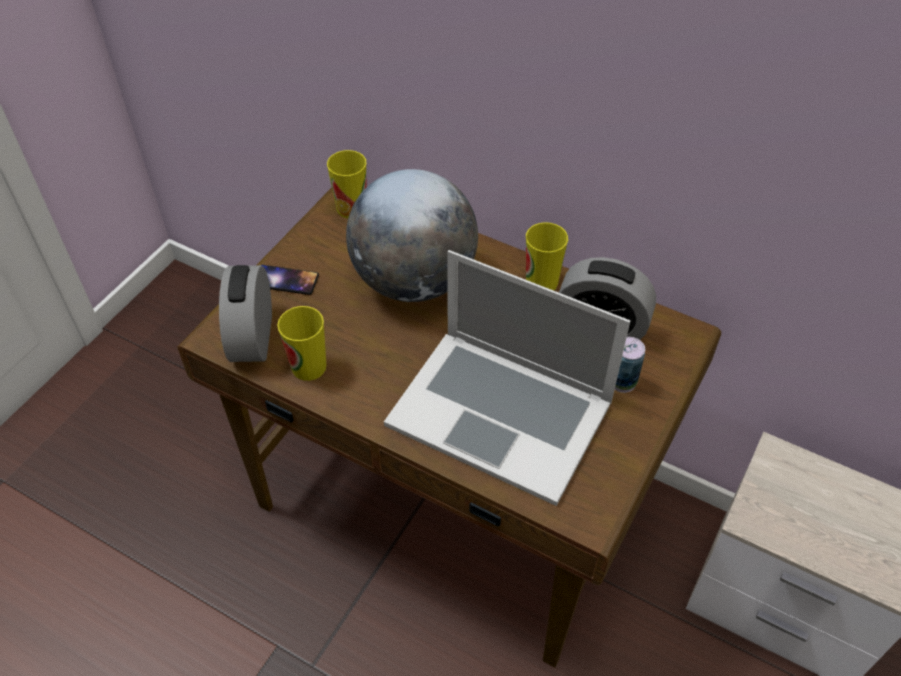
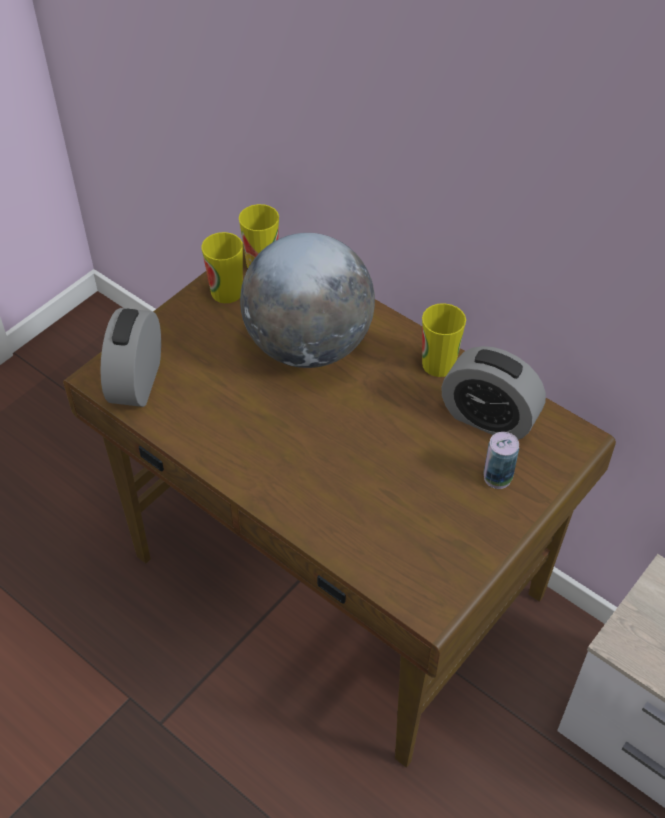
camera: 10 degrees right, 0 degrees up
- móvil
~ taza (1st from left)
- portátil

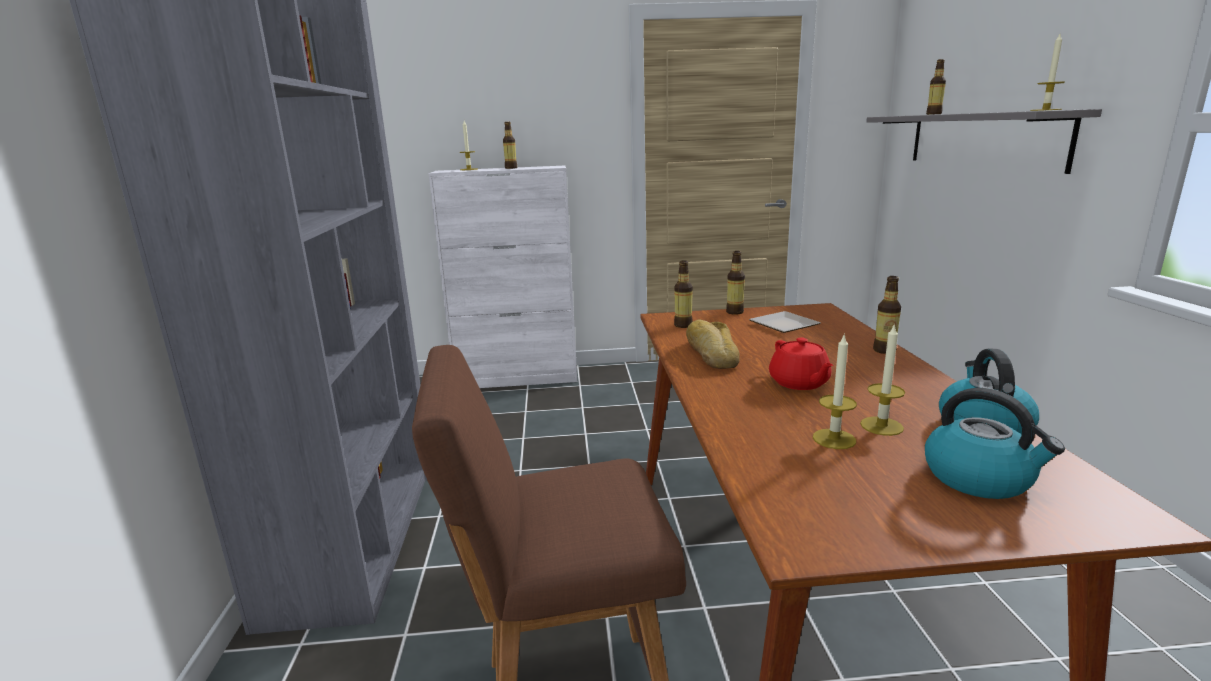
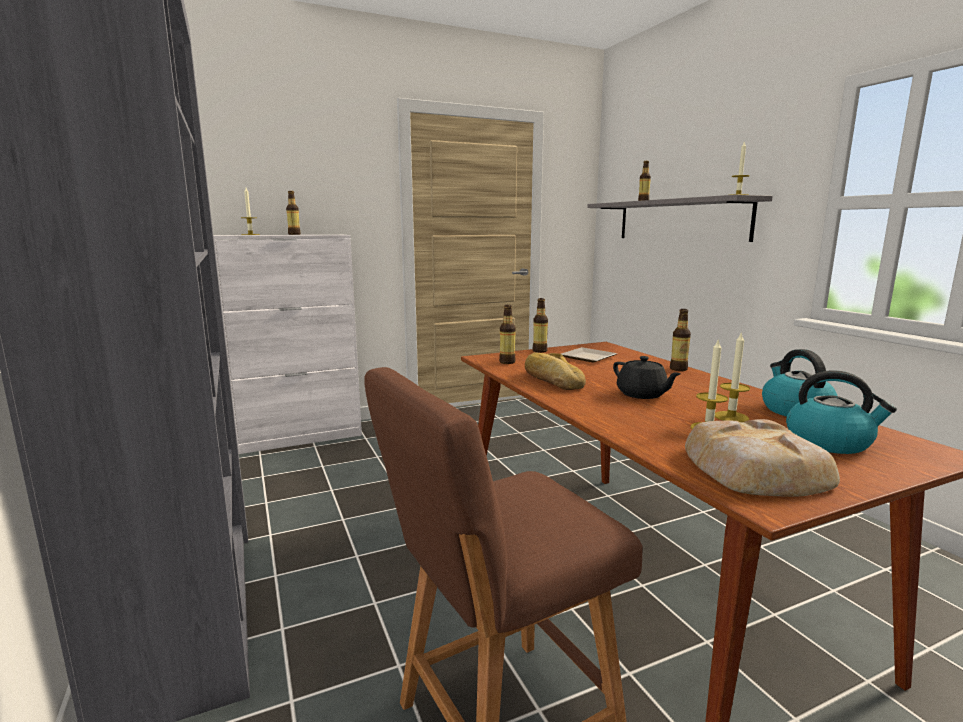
camera: 20 degrees left, 5 degrees down
~ tetera [rojo] to tetera [negro]
+ pan (2nd from left)

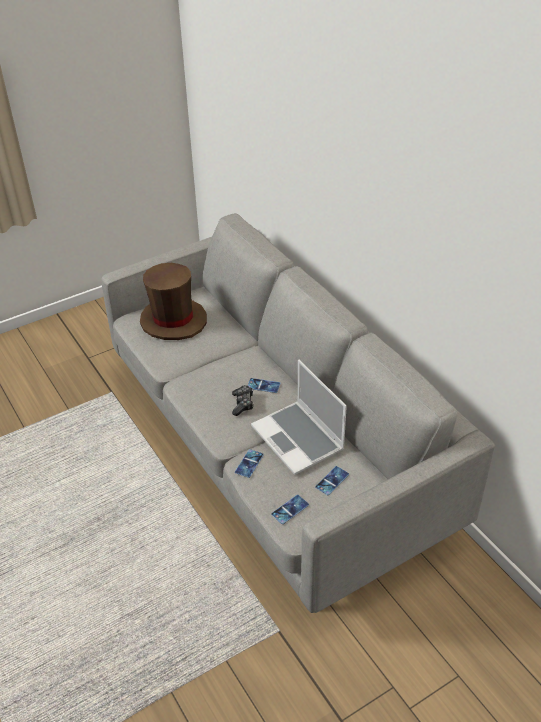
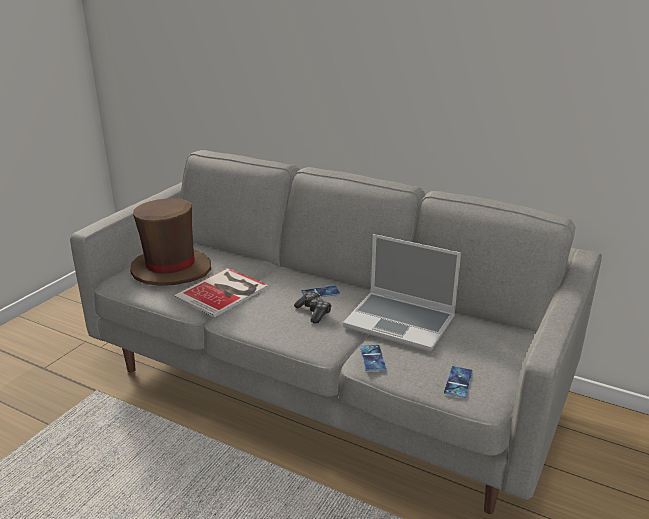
camera: 30 degrees left, 15 degrees down
- móvil (4th from left)
+ libro

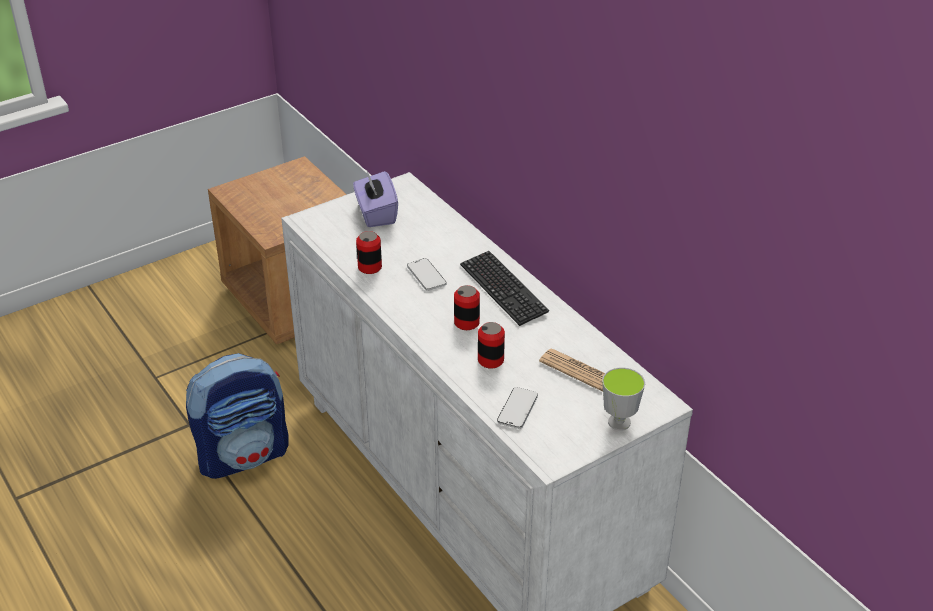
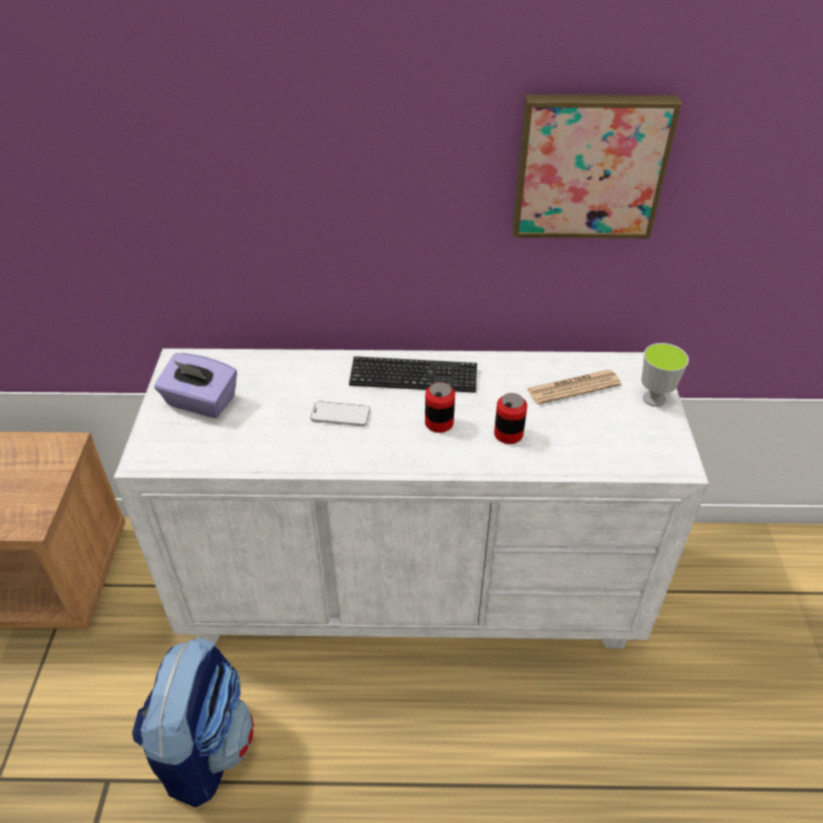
camera: 55 degrees left, 5 degrees up
- lata (1st from left)
- móvil (2nd from left)
+ cuadro

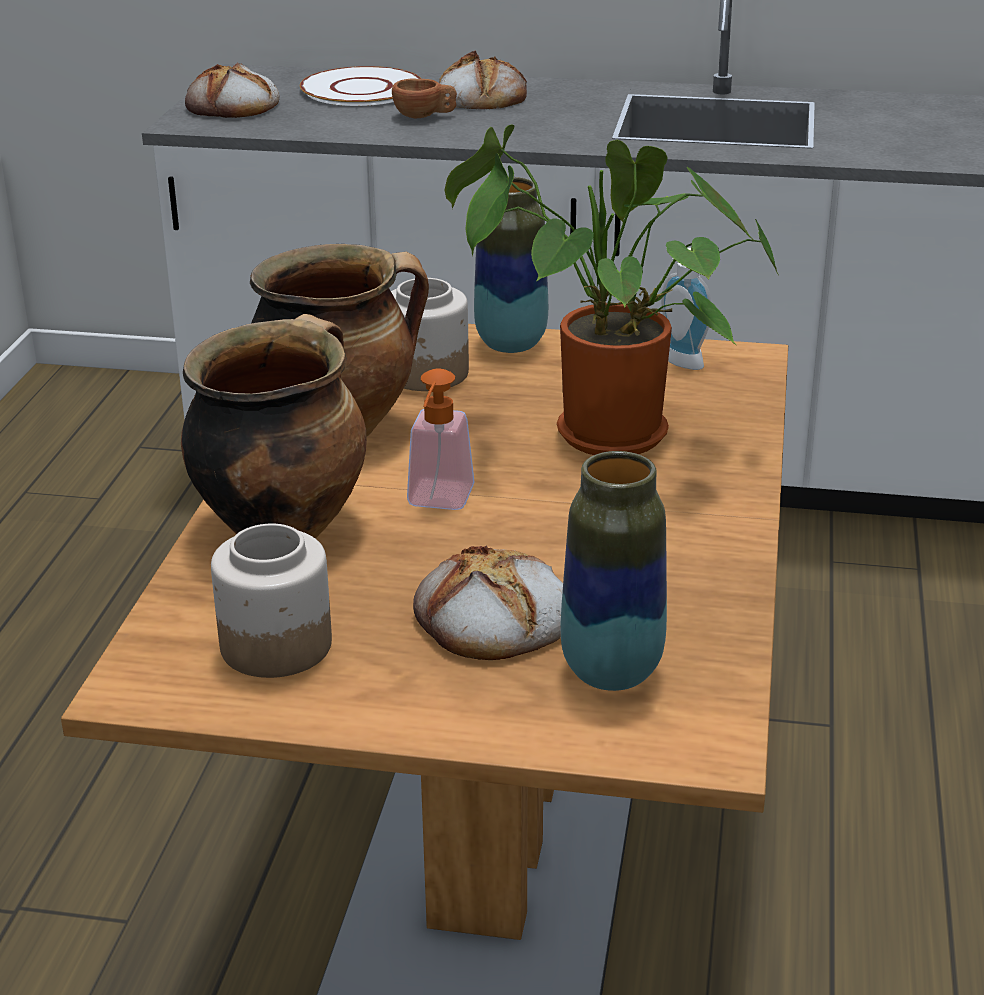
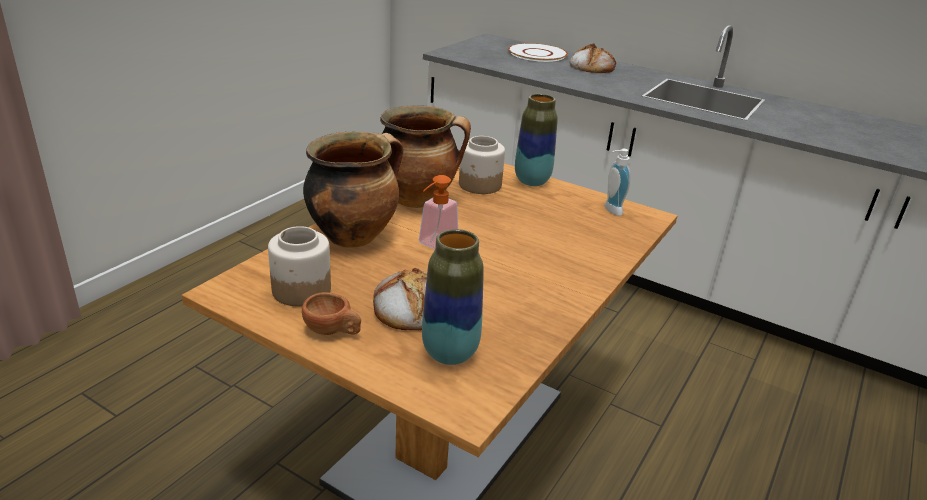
camera: 20 degrees right, 0 degrees up
- pan (1st from left)
~ taza [marrón]
- planta en maceta

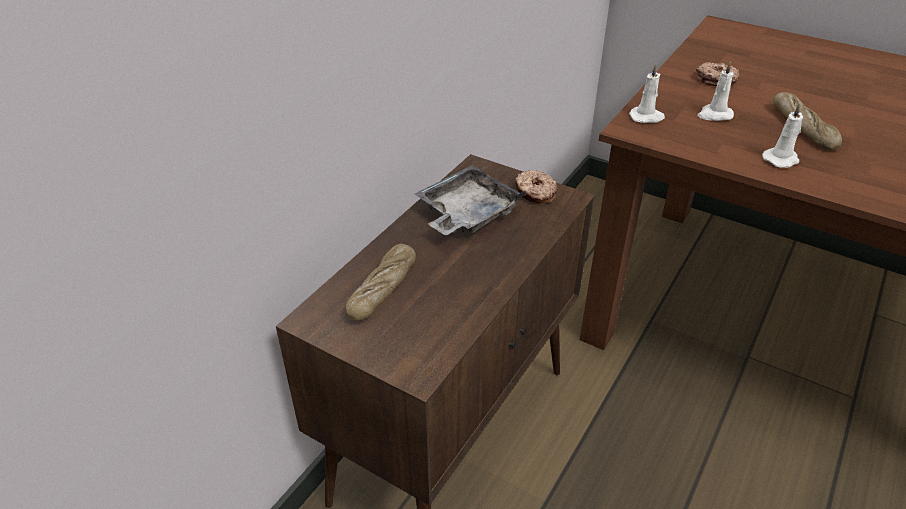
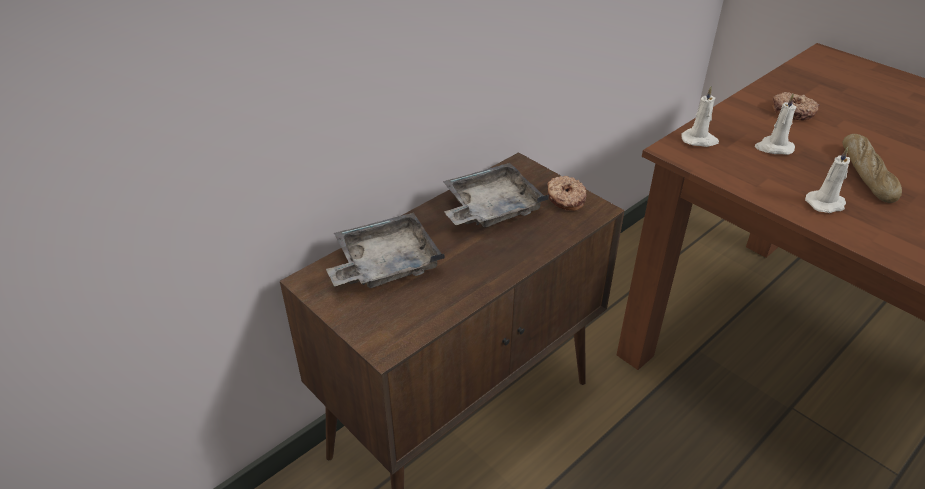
camera: 15 degrees right, 0 degrees up
~ pan (1st from left) to bandeja [gris] (1st from left)

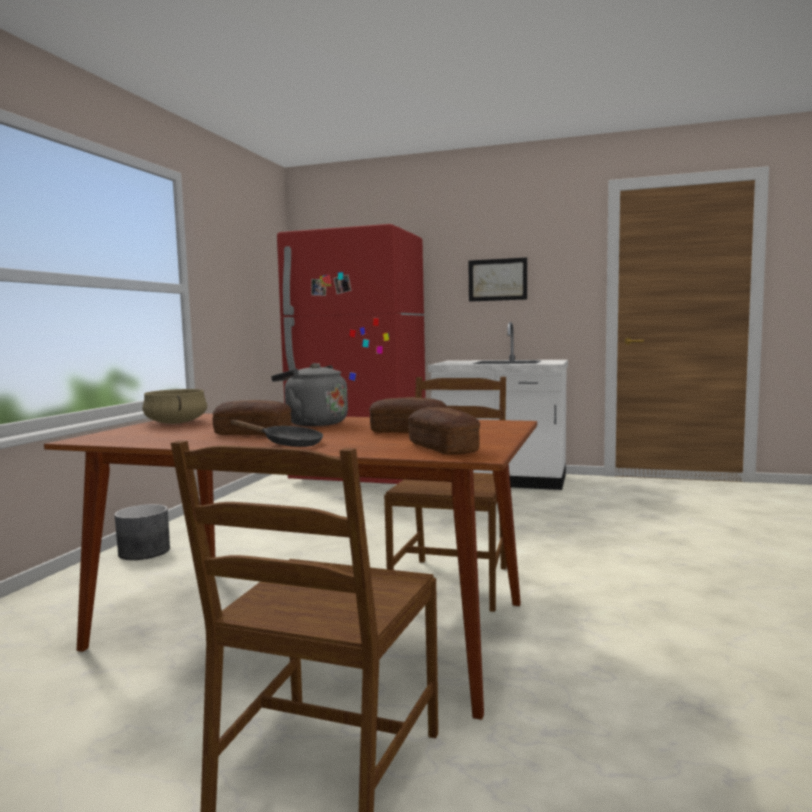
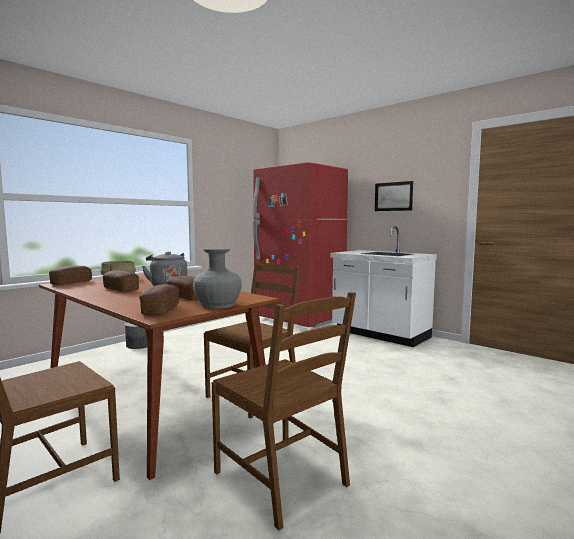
camera: 25 degrees right, 0 degrees up
- sartén [negro]
+ pan (1st from left)
+ florero [gris]
+ silla [marrón] (3rd from left)

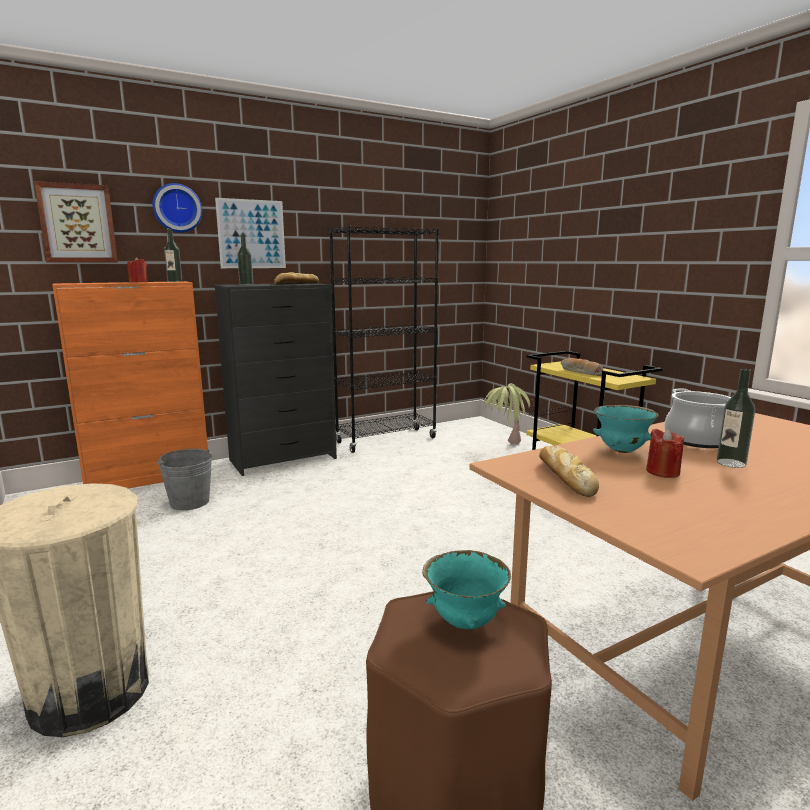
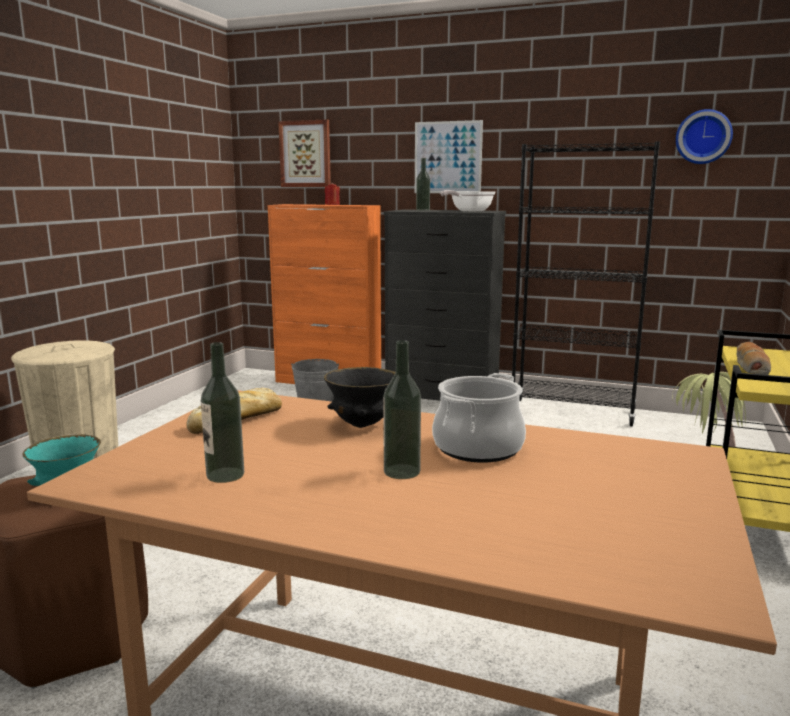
camera: 50 degrees right, 0 degrees up
~ reloj de pared
~ botella (1st from left)
~ pan (1st from left) to sartén
~ cuenco [turquesa] (2nd from left) to cuenco [negro]
- vela [rojo] (2nd from left)

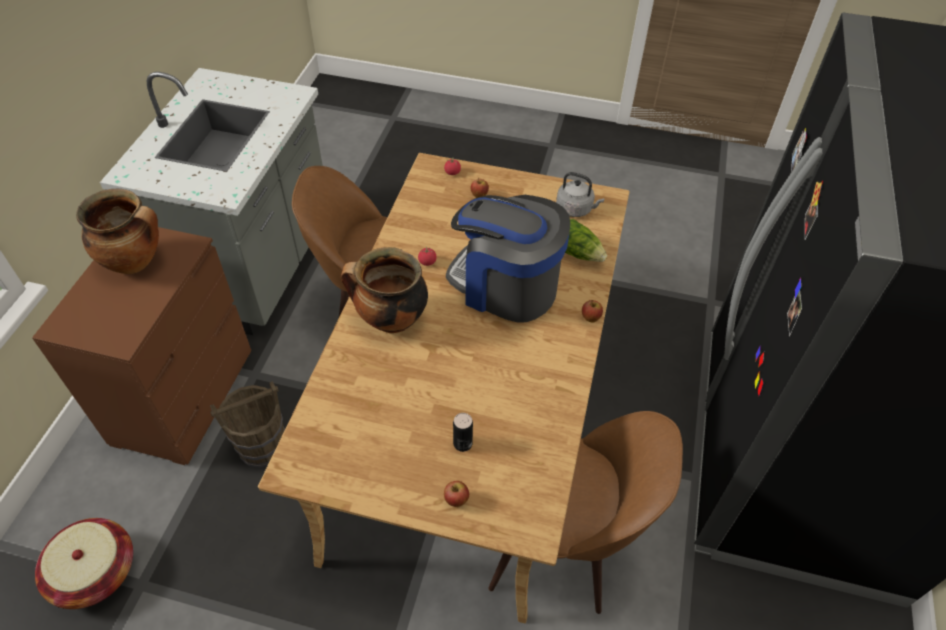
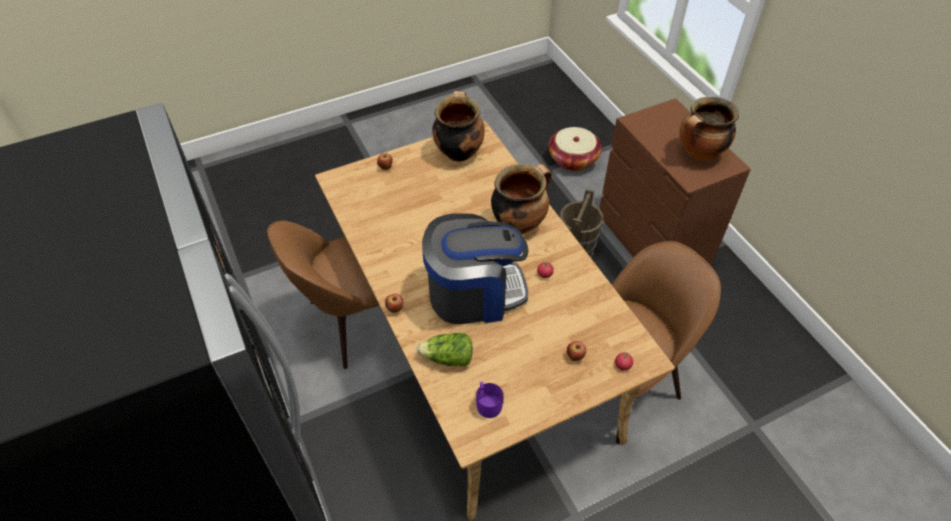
camera: 140 degrees right, 0 degrees up
- mueble bajo de cocina [gris]
- lata
~ hervidor [gris] to taza grande [morado]
+ olla (1st from left)

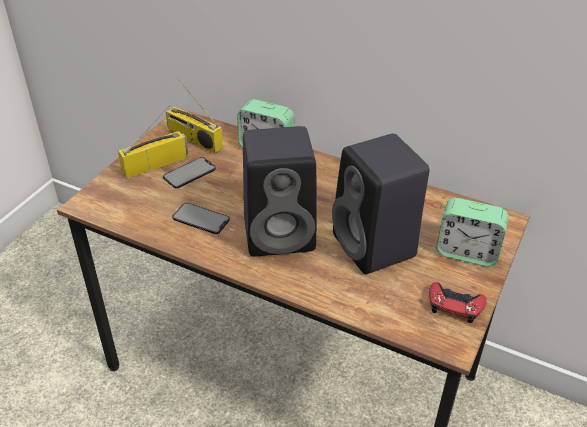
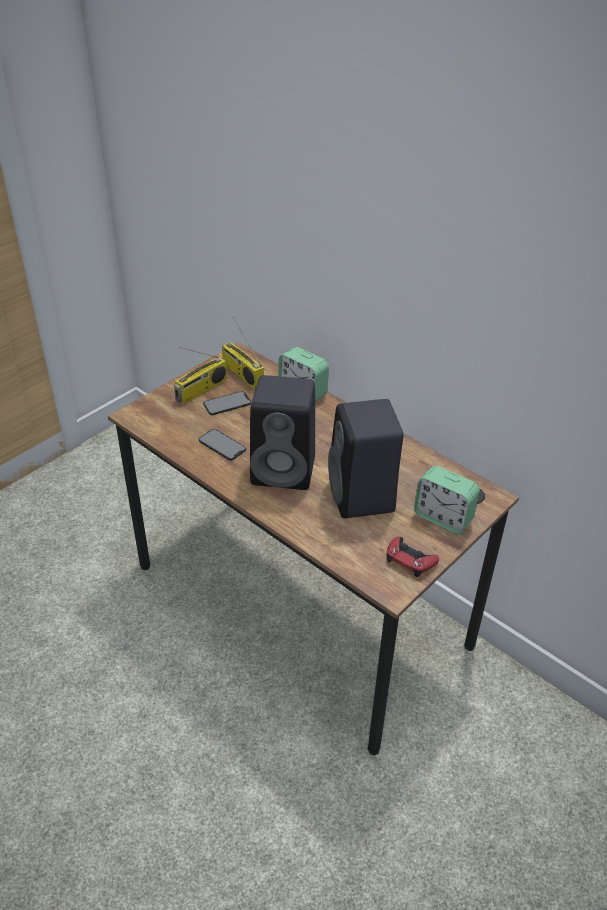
camera: 15 degrees right, 0 degrees up
~ radio (1st from left) 150 degrees clockwise

